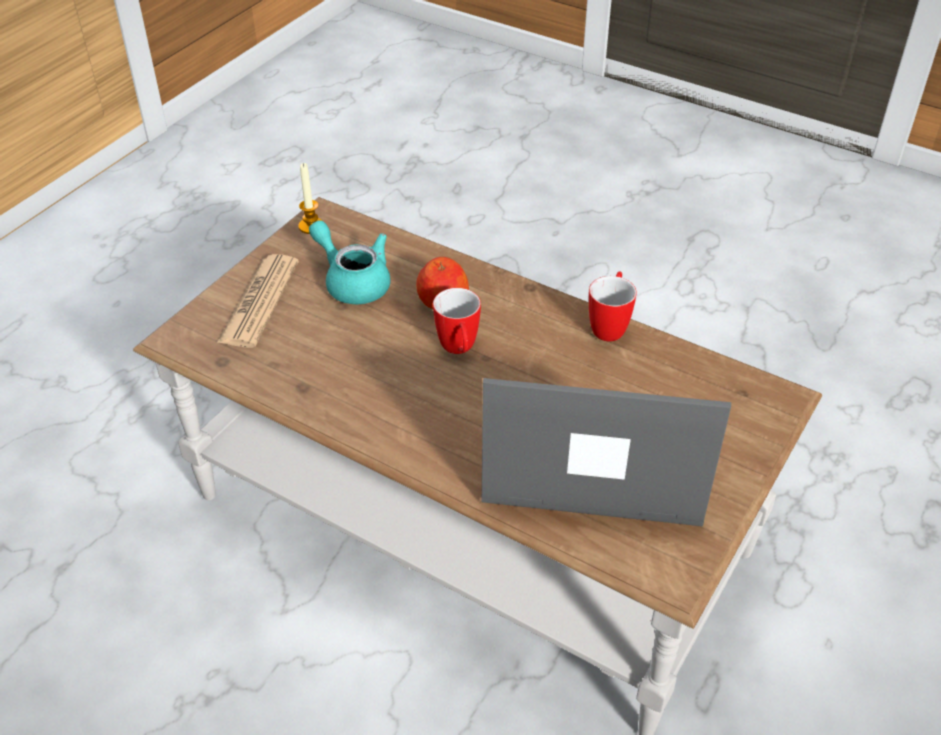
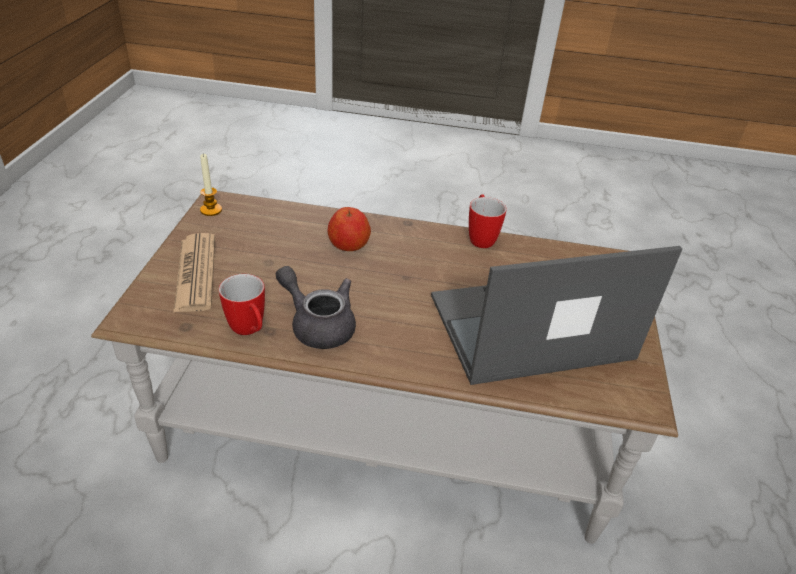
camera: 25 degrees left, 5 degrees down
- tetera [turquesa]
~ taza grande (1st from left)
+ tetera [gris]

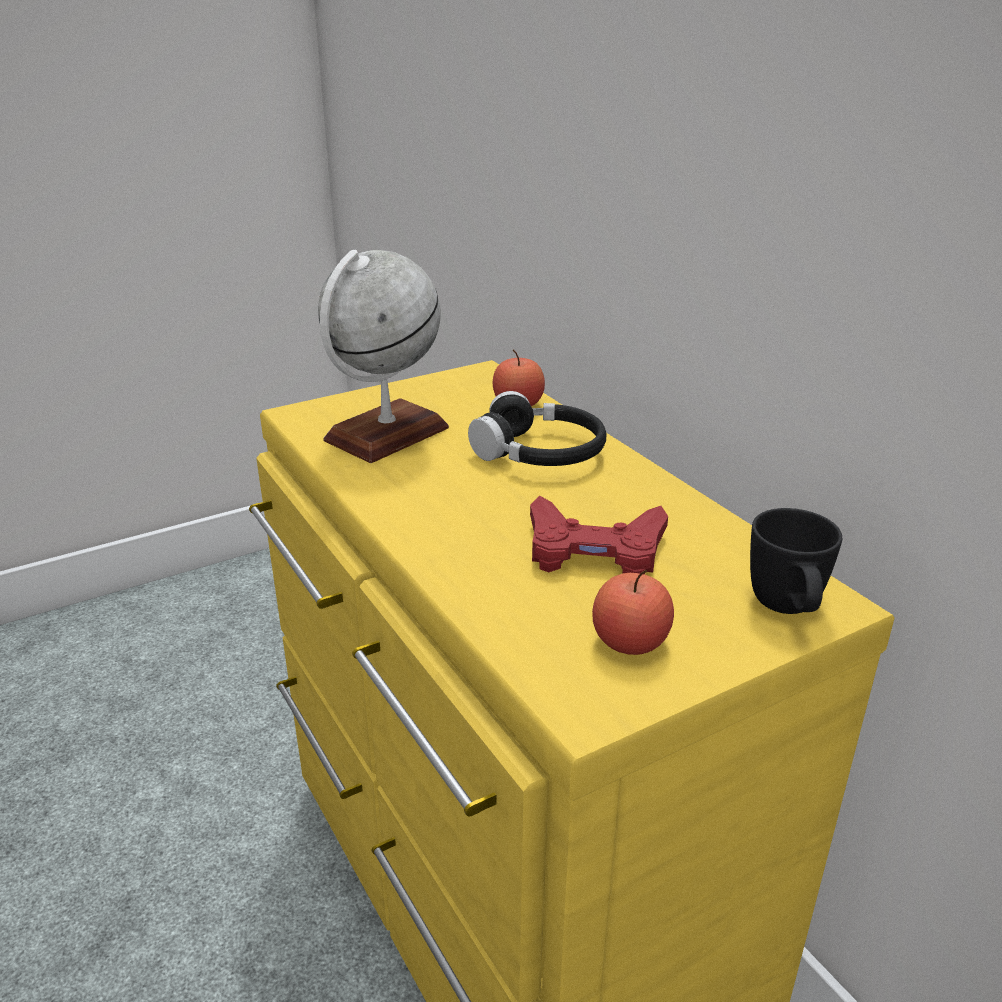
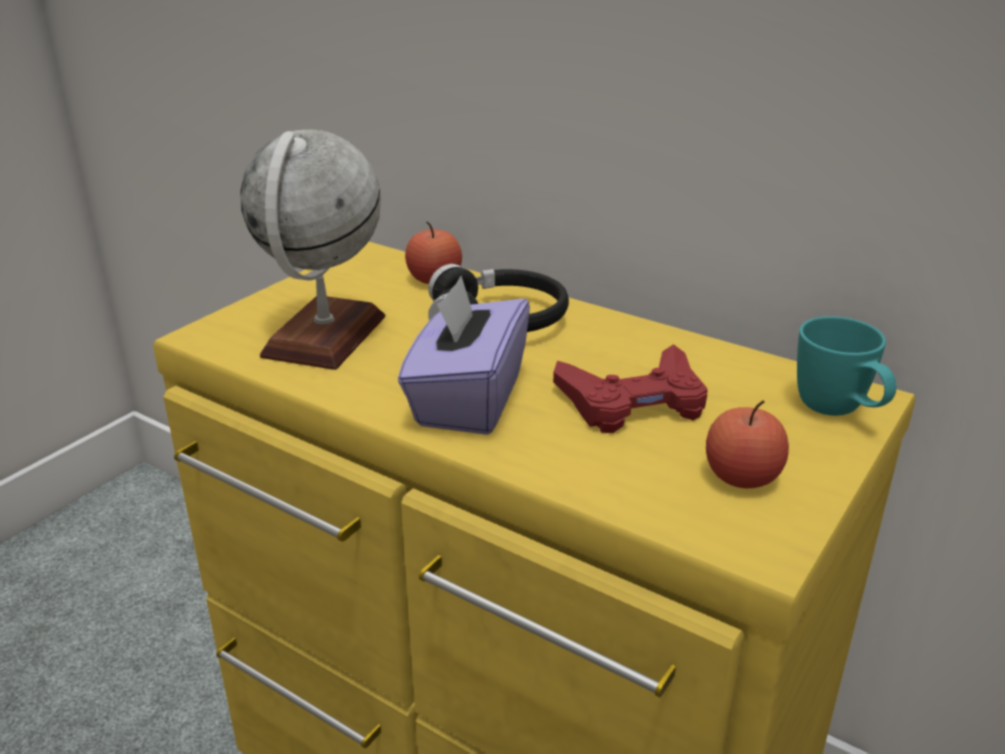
camera: 25 degrees left, 0 degrees up
~ taza grande [negro] to taza grande [turquesa]
+ caja de pañuelos [morado]

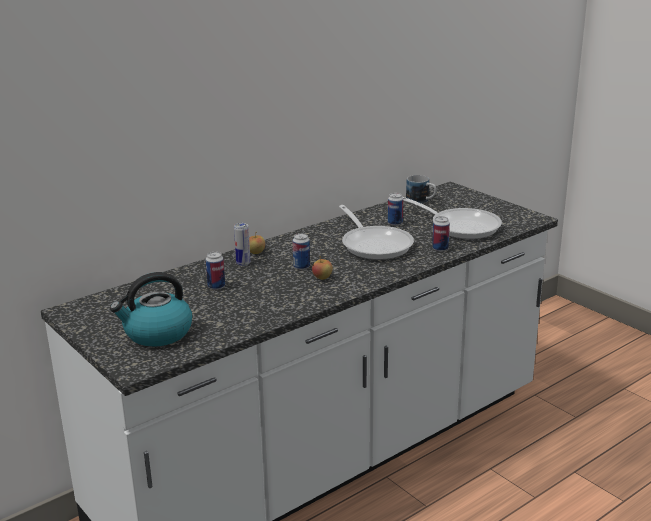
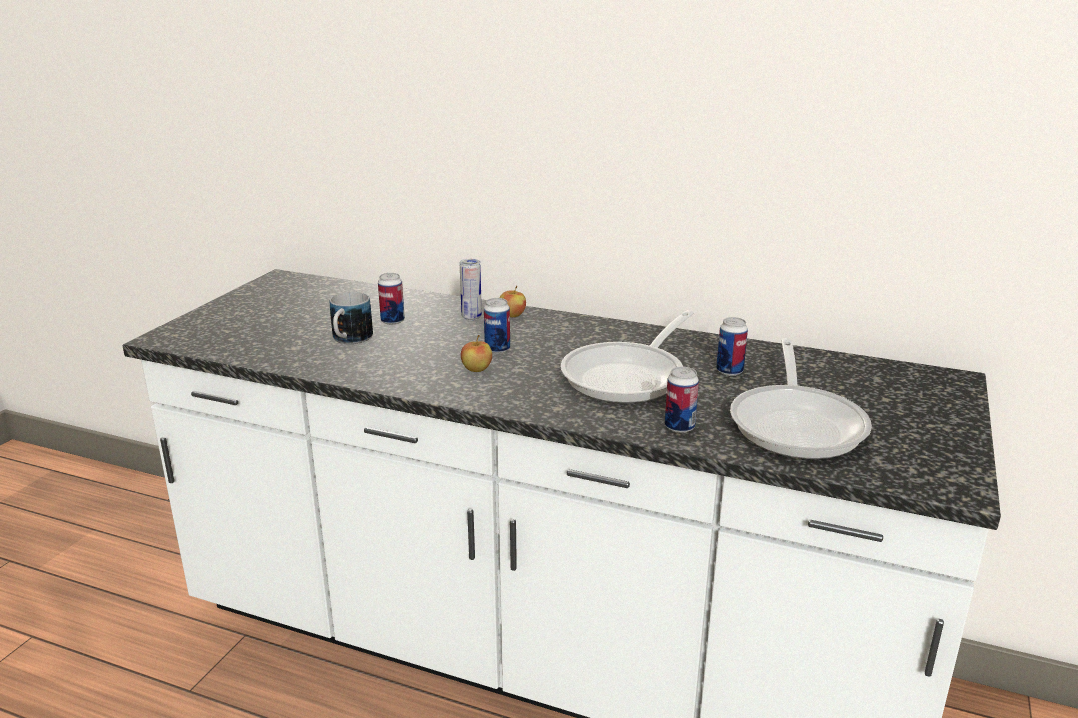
camera: 60 degrees right, 0 degrees up
- hervidor
~ taza grande

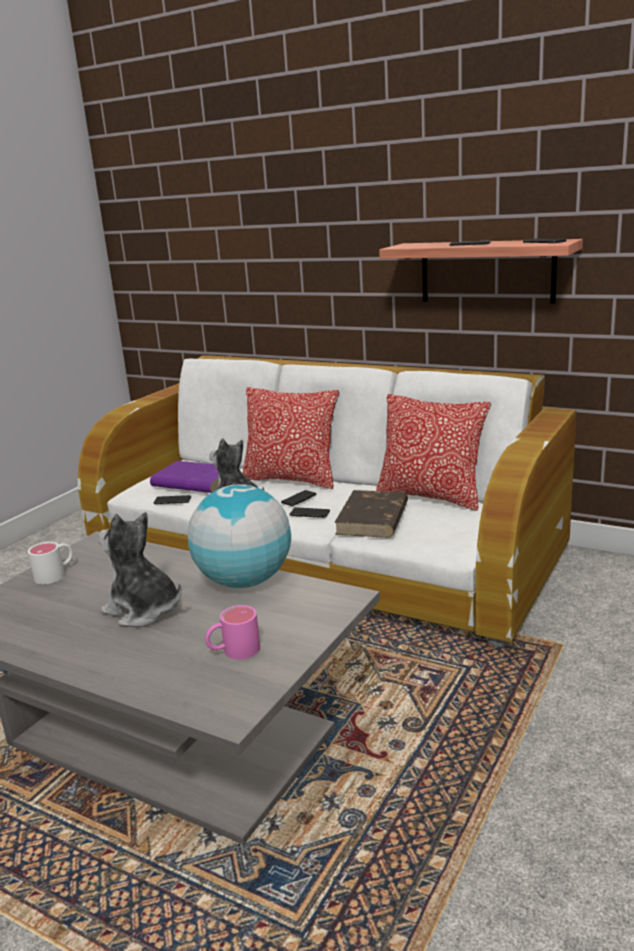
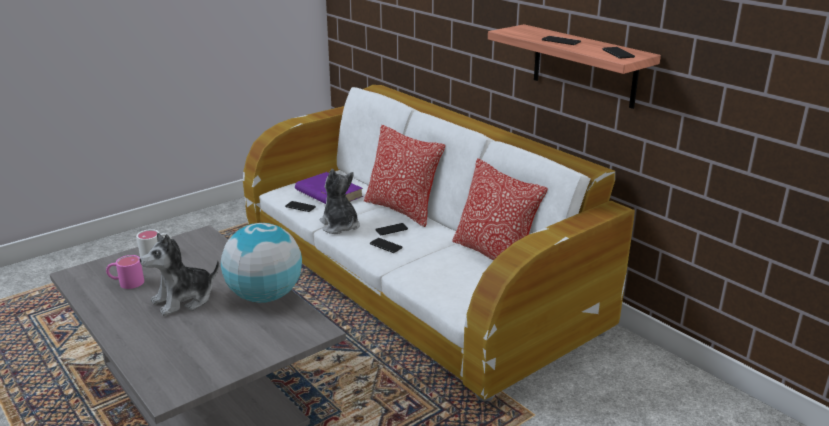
camera: 20 degrees right, 5 degrees up
~ peluche (1st from left) 90 degrees counterclockwise
~ taza grande [rosa]
- libro [marrón]

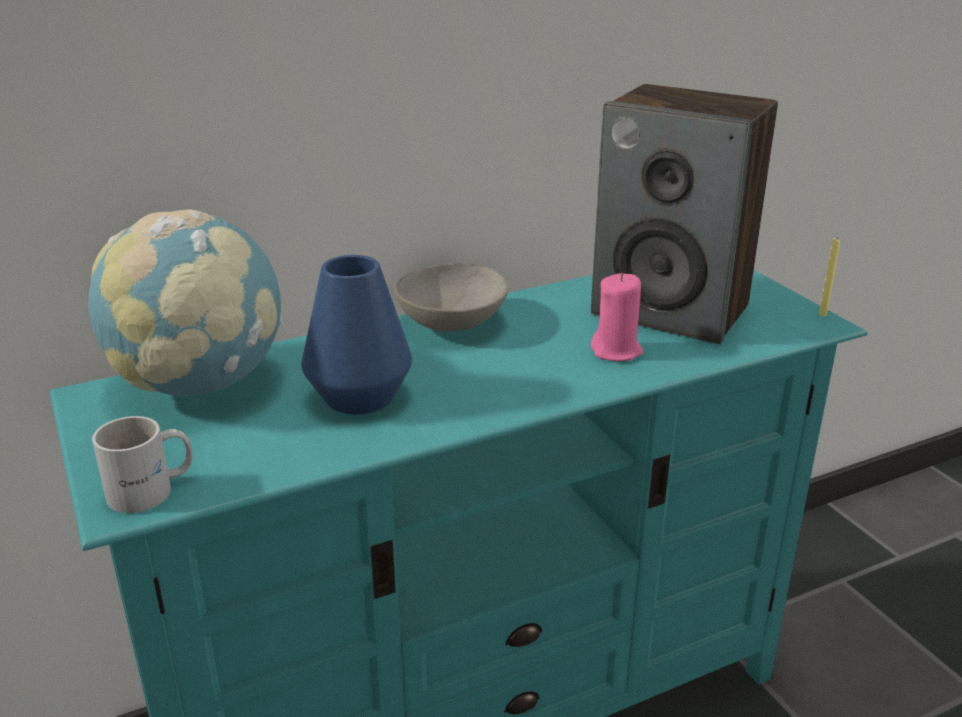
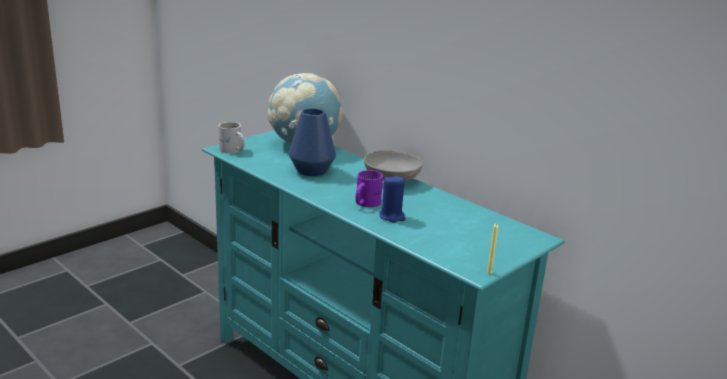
camera: 70 degrees right, 5 degrees down
- altavoz
~ vela [rosa] to vela [azul]
+ taza grande [morado]

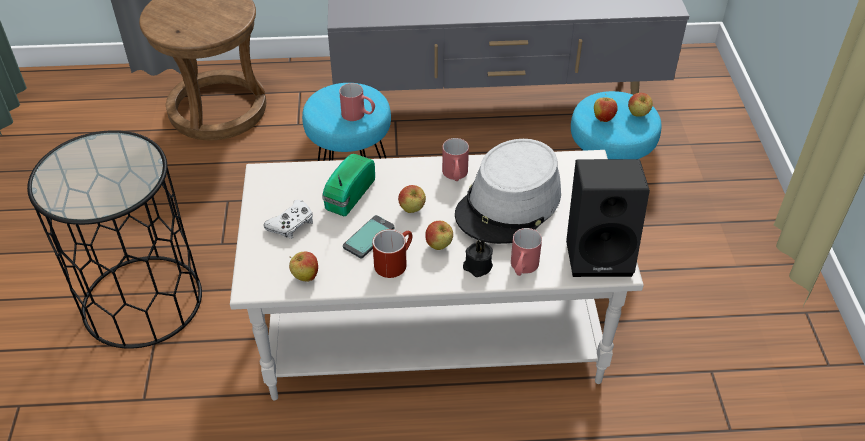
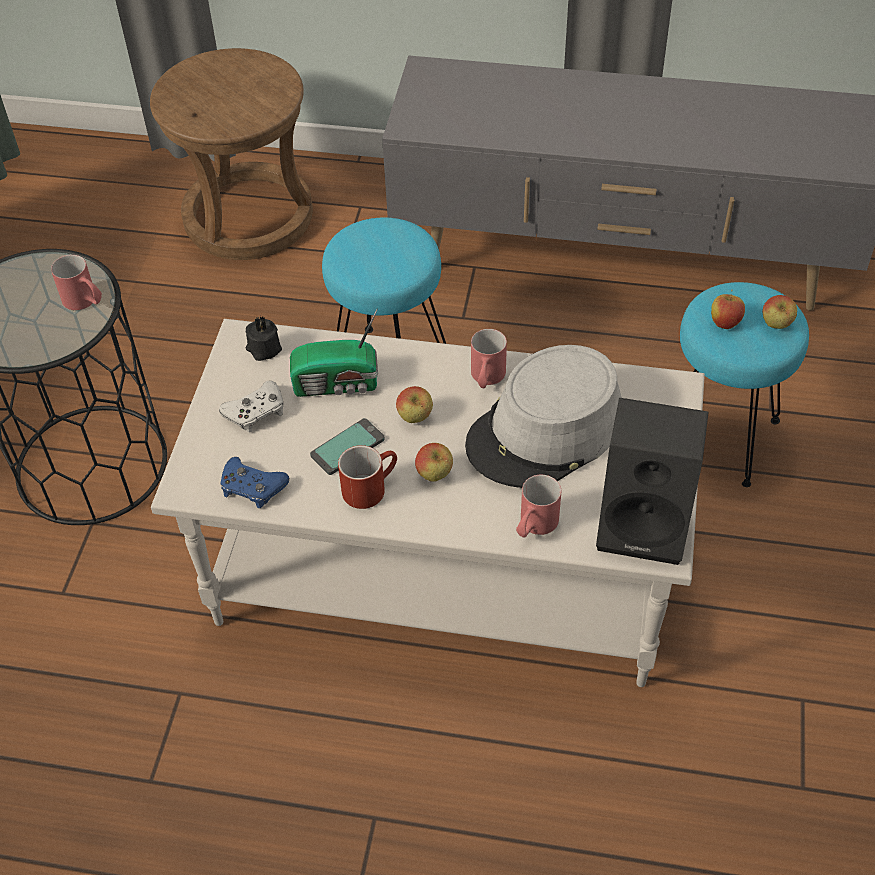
camera: 15 degrees right, 5 degrees up
~ manzana (1st from left) to mando de consola [azul]
~ radio 135 degrees counterclockwise
~ taza grande [rojo] (1st from left)
~ vela [negro]

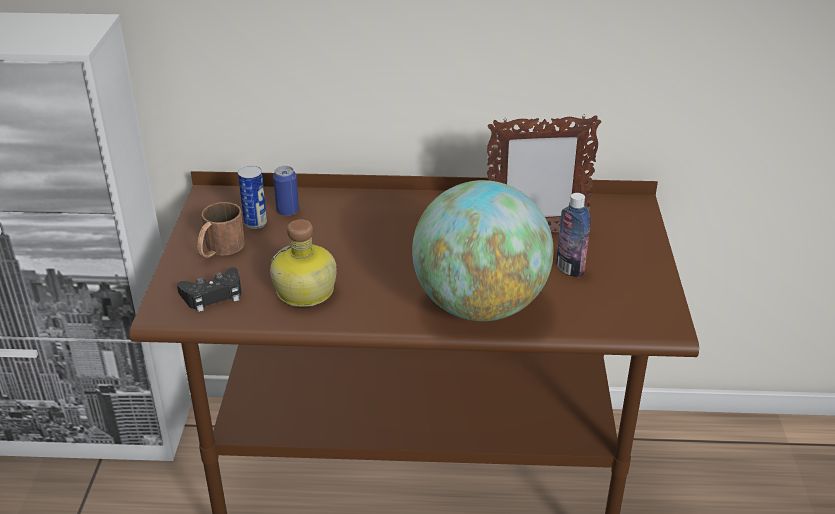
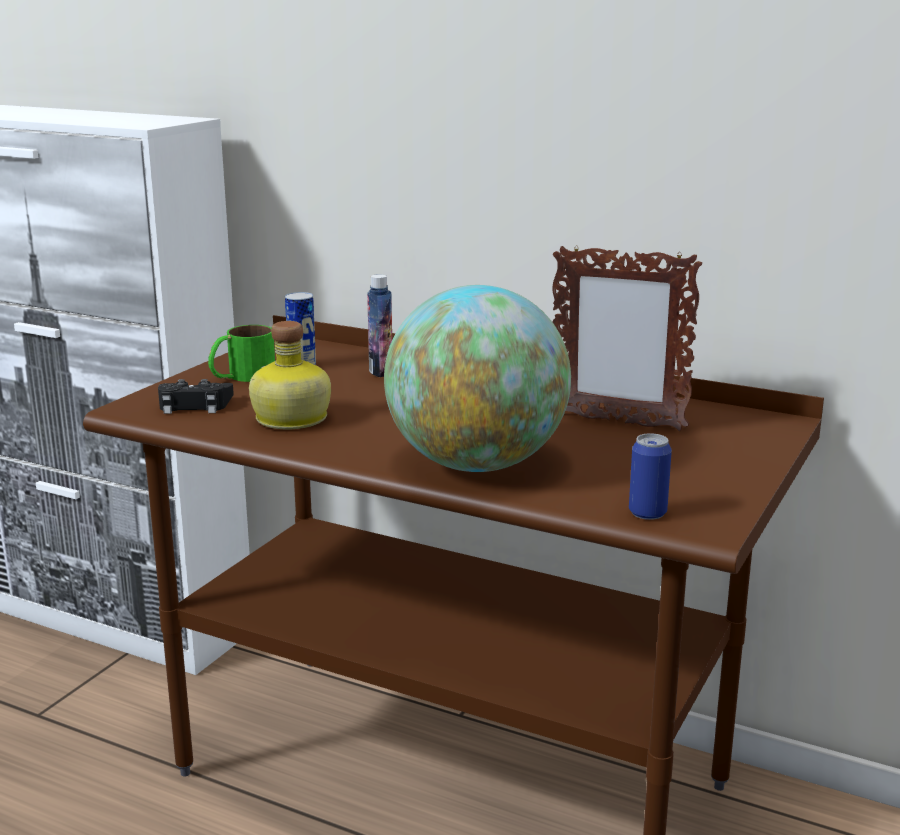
camera: 25 degrees right, 15 degrees down
~ taza grande [marrón] to taza grande [verde]
~ lata (2nd from left)
~ botella (2nd from left)

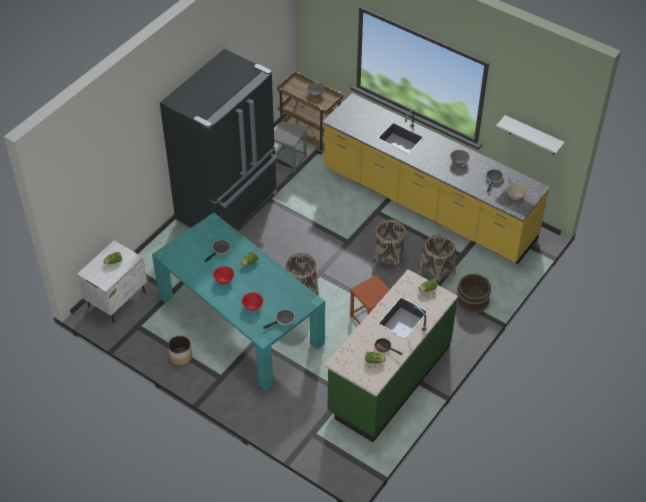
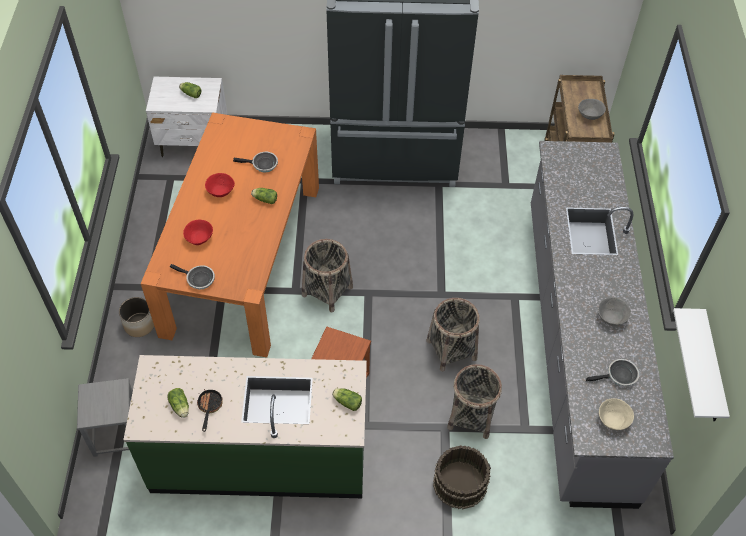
camera: 55 degrees right, 5 degrees up
~ mesa de comedor [turquesa] to mesa de comedor [naranja]
~ maceta
~ taburete [gris]
~ mueble bajo de cocina [amarillo] to mueble bajo de cocina [gris]

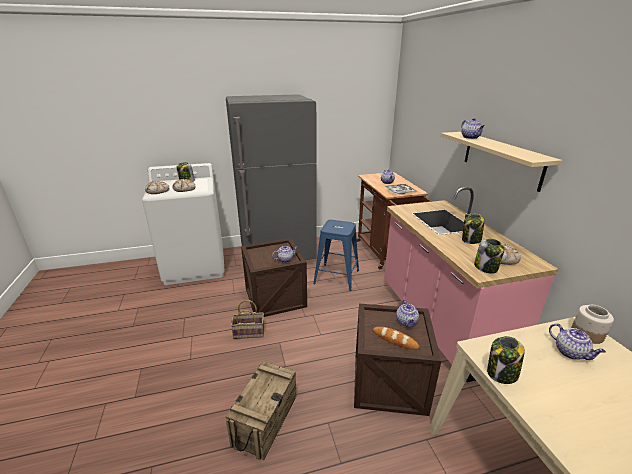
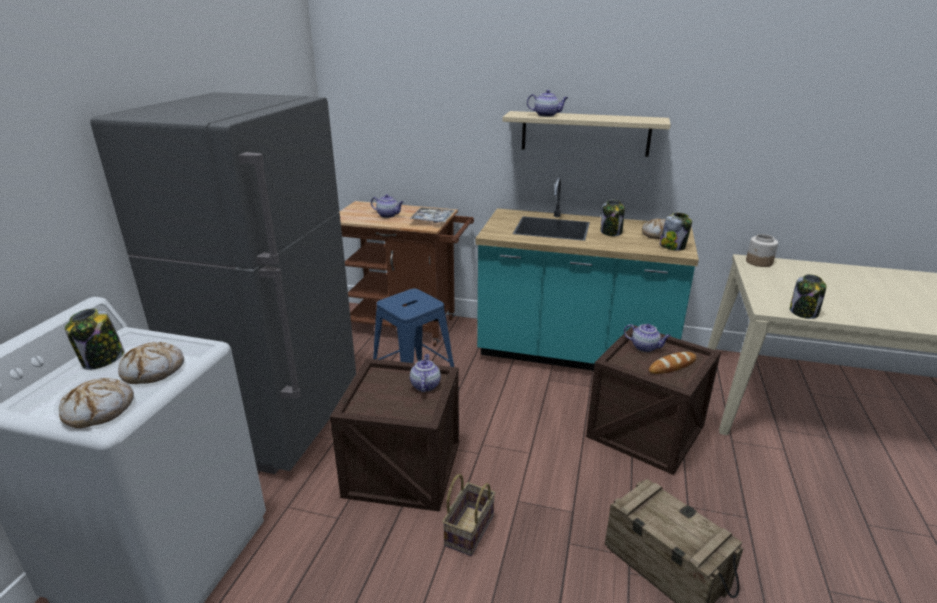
camera: 60 degrees left, 0 degrees up
~ mueble bajo de cocina [rosa] to mueble bajo de cocina [turquesa]
- tetera (5th from left)

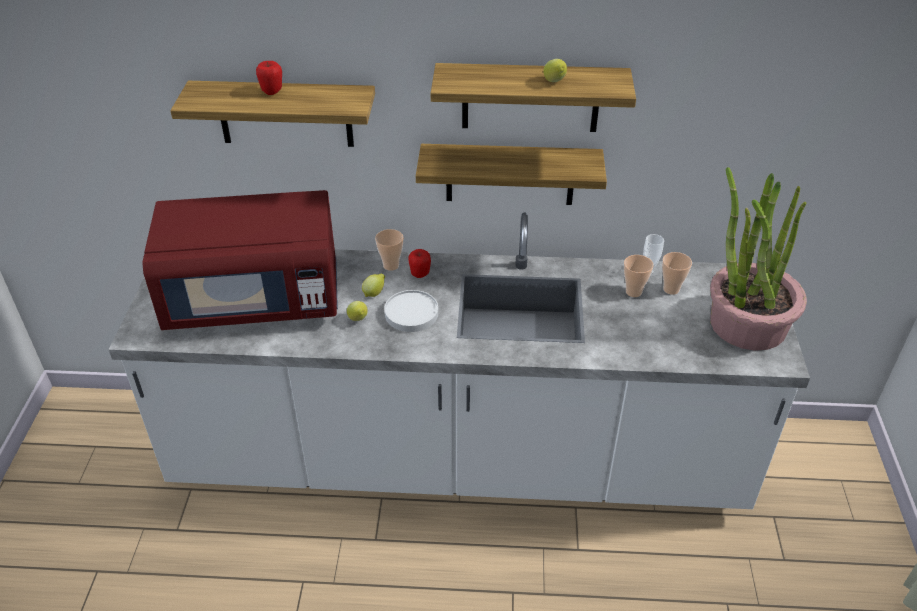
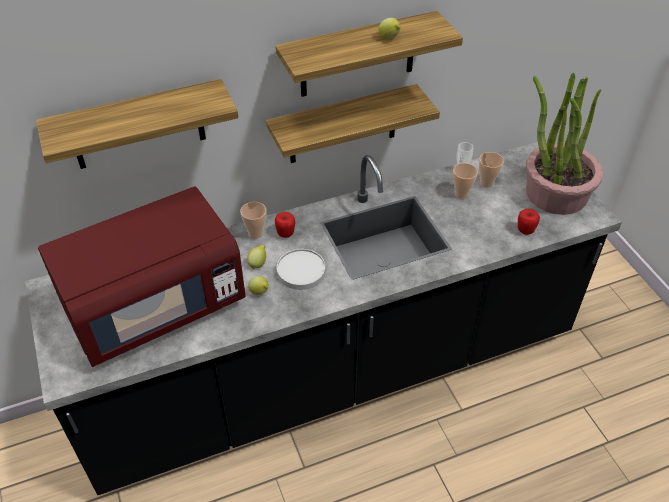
camera: 25 degrees left, 5 degrees up
~ mueble bajo de cocina [blanco] to mueble bajo de cocina [negro]
~ manzana (1st from left in the first image) to manzana (2nd from left)

